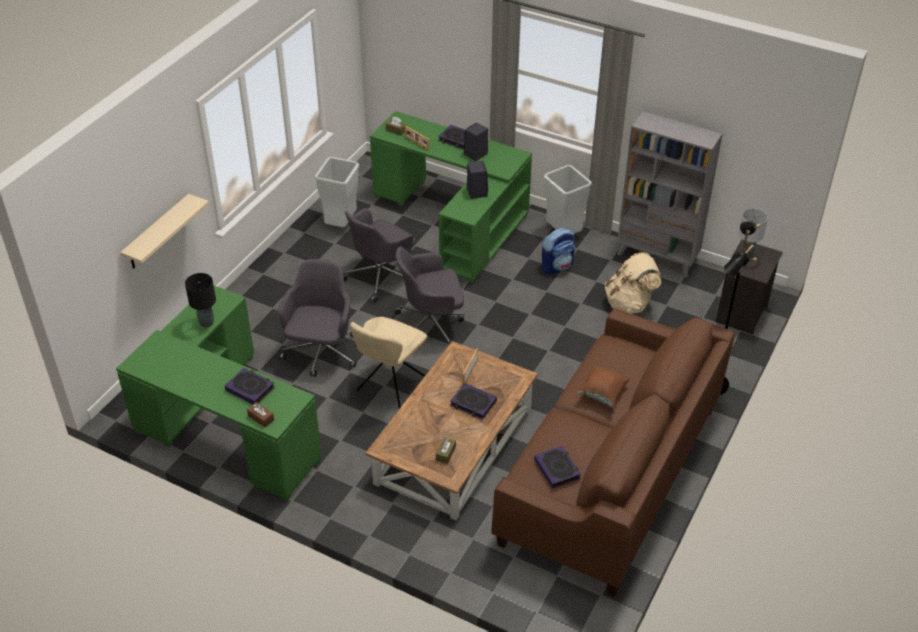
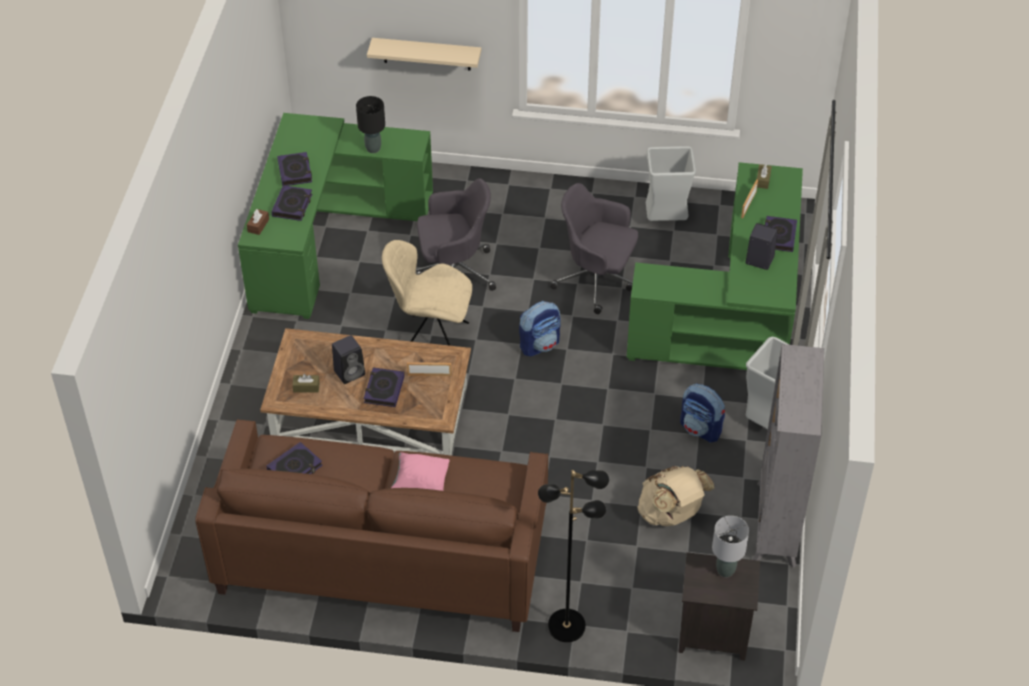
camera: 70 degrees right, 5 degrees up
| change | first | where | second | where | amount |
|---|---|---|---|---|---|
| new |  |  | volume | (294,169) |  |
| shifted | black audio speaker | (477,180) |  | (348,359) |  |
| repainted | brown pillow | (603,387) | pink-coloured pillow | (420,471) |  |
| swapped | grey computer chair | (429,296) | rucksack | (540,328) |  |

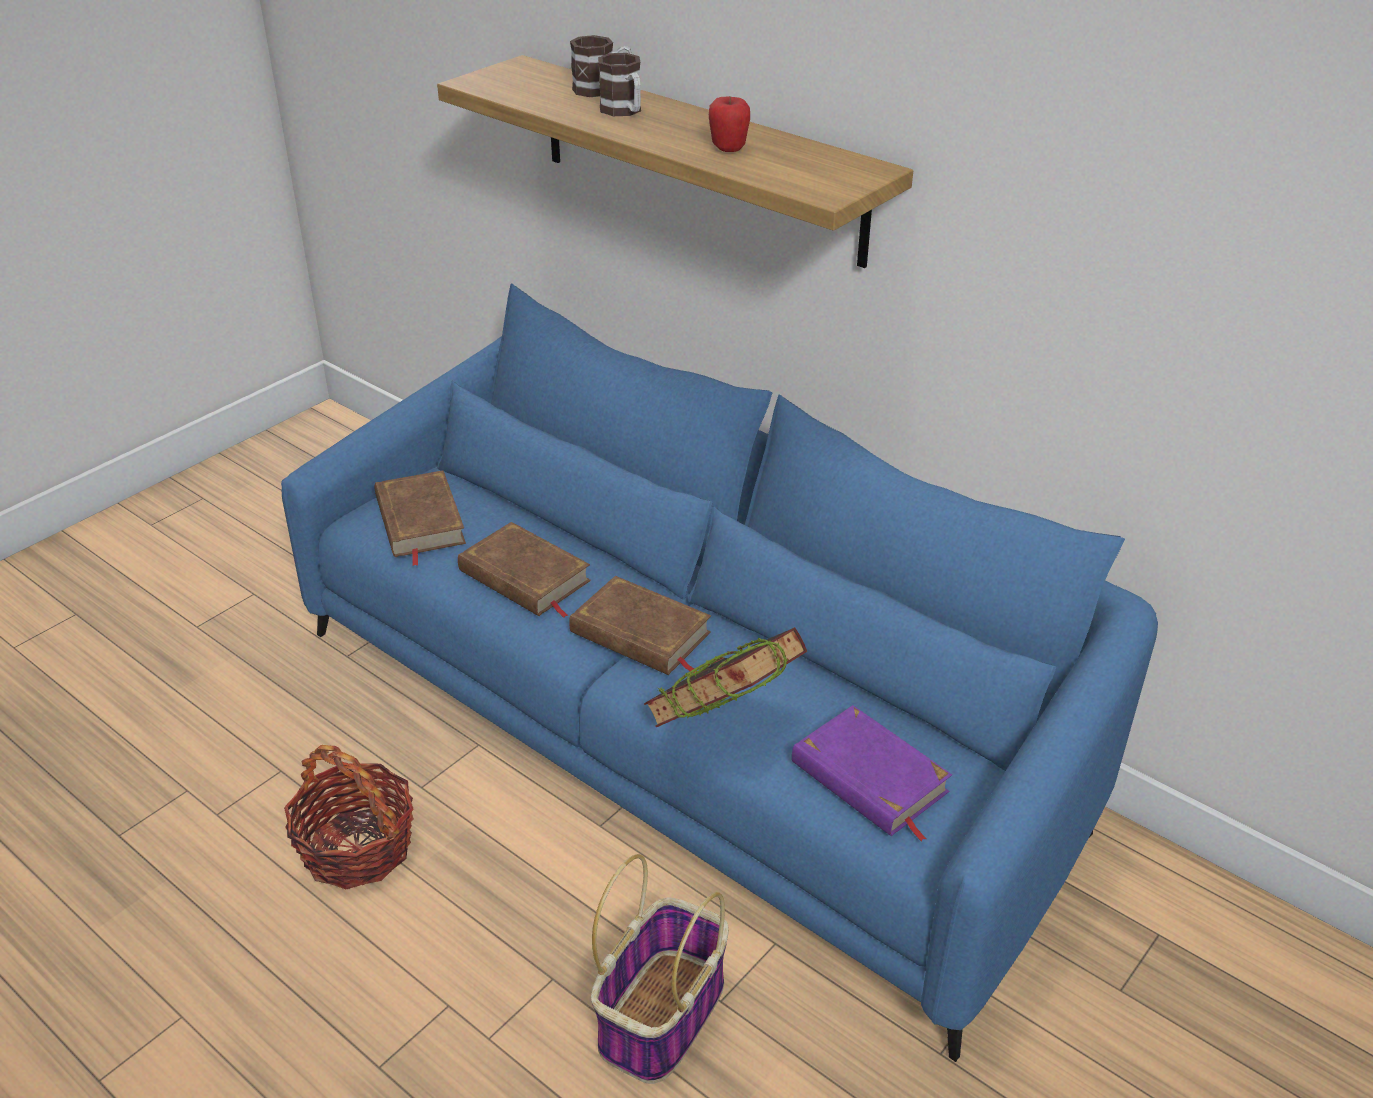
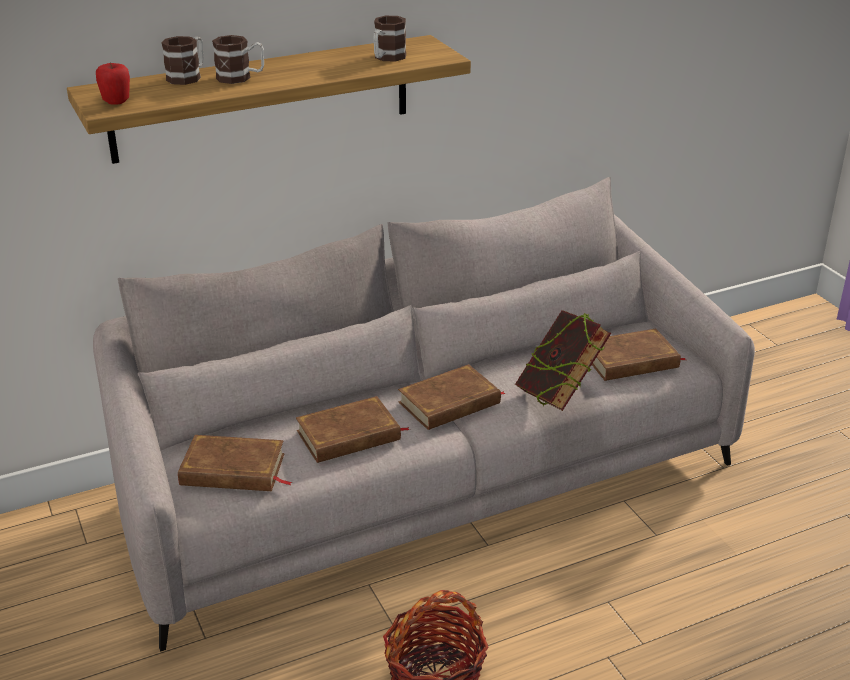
camera: 65 degrees left, 5 degrees down
| change | first | where | second | where | amount |
|---|---|---|---|---|---|
| repainted | bluish sofa | (719,673) | grey sofa | (424,414) |  |
| shifted | whole apple | (729,124) |  | (113,84) |  |
| new |  |  | tea mug | (389,39) |  |
| repainted | purple volume | (872,773) | brown volume | (639,354) |  |
| gone | storage basket | (660,969) |  |  |  |

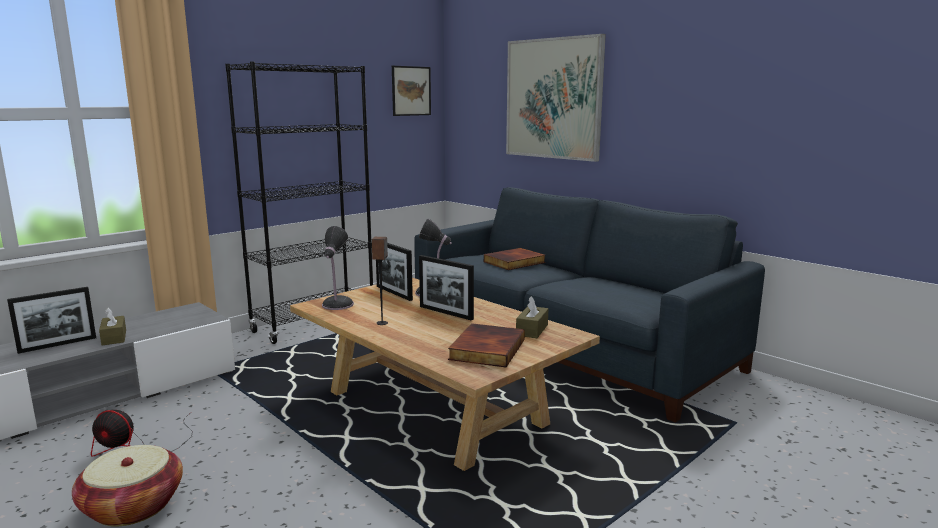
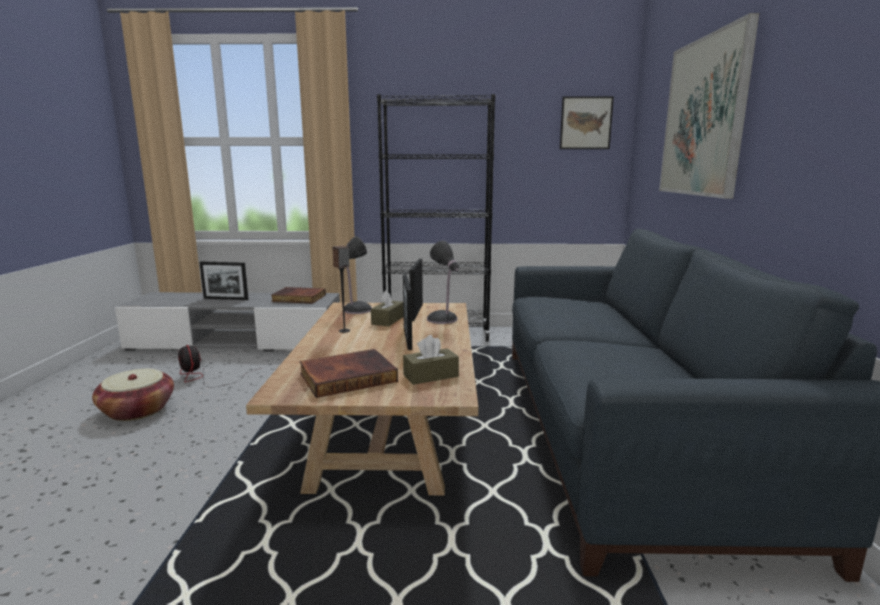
camera: 45 degrees right, 0 degrees up
| change | first | where | second | where | amount |
|---|---|---|---|---|---|
| shifted | volume | (515,259) |  | (298,295) |  |
| shifted | brown tissue holder | (112,326) |  | (387,308) |  |

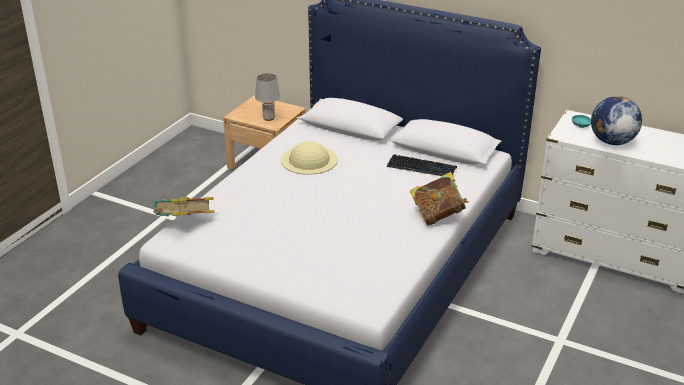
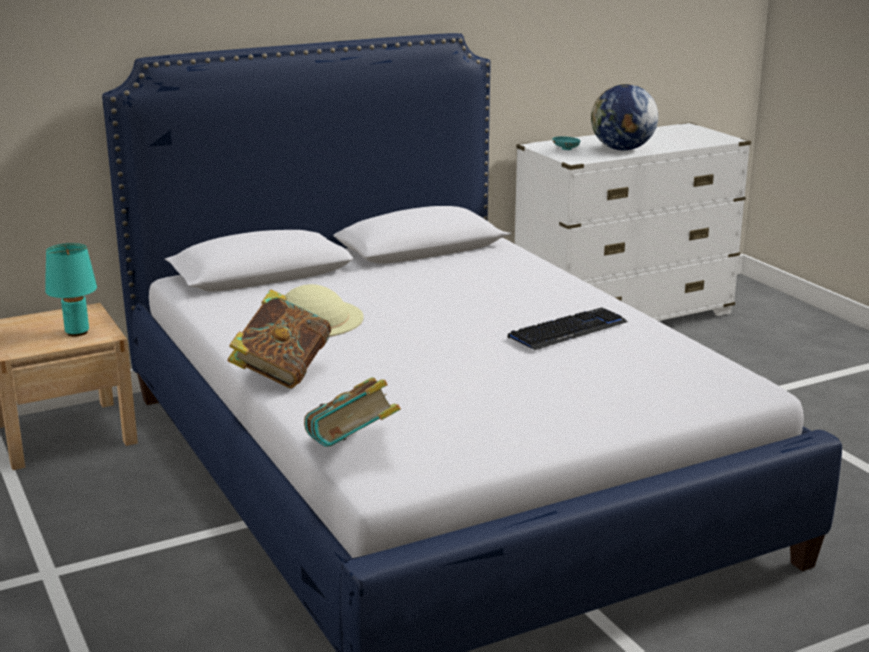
camera: 55 degrees left, 10 degrees down
| change | first | where | second | where | amount |
|---|---|---|---|---|---|
| repainted | grey lamp for a table | (267,97) | turquoise-coloured lamp for a table | (71,289) |  |
| shifted | volume | (439,199) |  | (279,338) |  |
| shifted | PC keyboard | (421,165) |  | (567,329) |  |

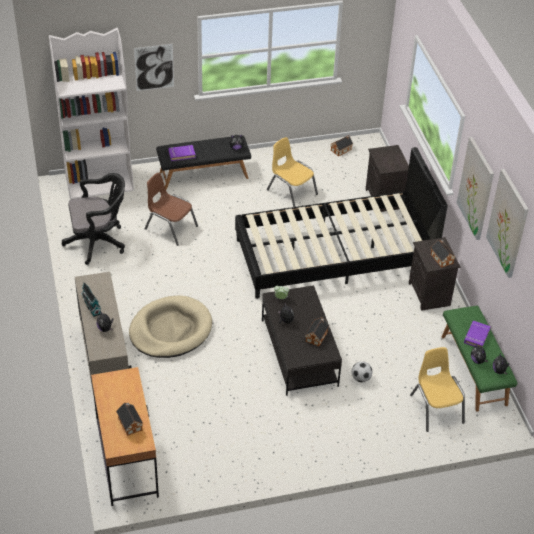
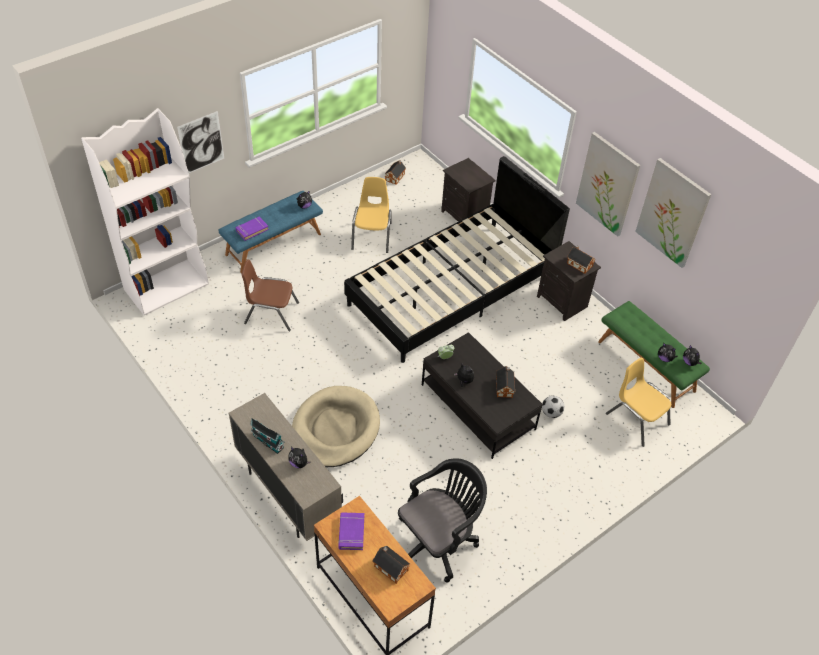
camera: 25 degrees left, 5 degrees up
| change | first | where | second | where | amount |
|---|---|---|---|---|---|
| repainted | black long seat | (203,163) | bluish long seat | (270,232) |  |
| shifted | purple volume | (477,334) |  | (351,531) |  |
| rotated | yellowish plain chair | (292,172) |  | (371,215) | 75 degrees clockwise |
| shifted | black computer chair | (93,219) |  | (442,520) |  |

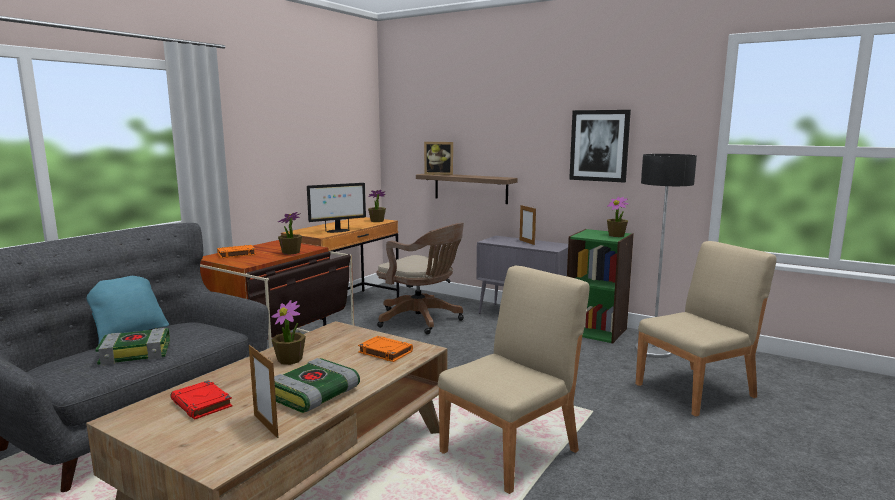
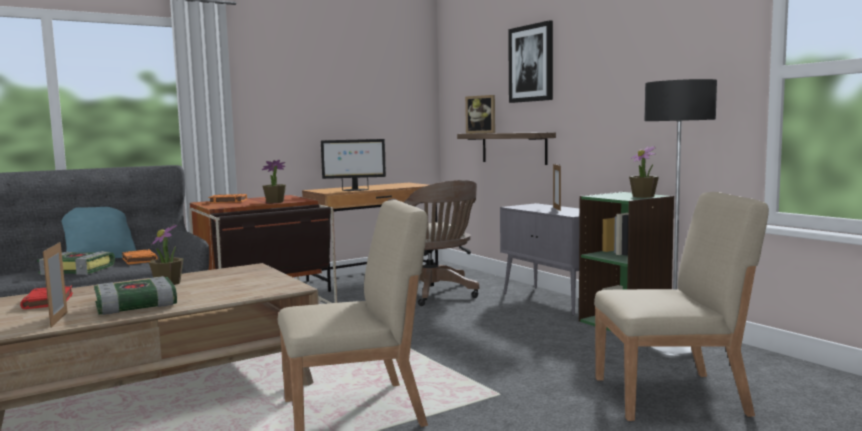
camera: 25 degrees right, 5 degrees down
| change | first | where | second | where | amount |
|---|---|---|---|---|---|
| shifted | orange volume | (385,349) |  | (140,257) |  |
| shifted | wall picture | (600,146) |  | (530,61) |  |
| gone | plant in a pot | (377,206) |  |  |  |

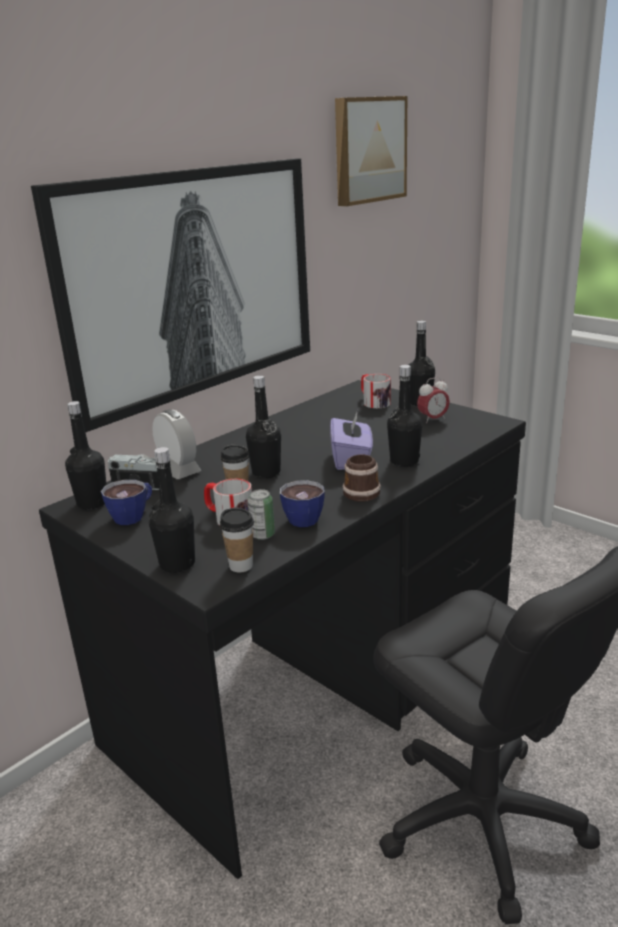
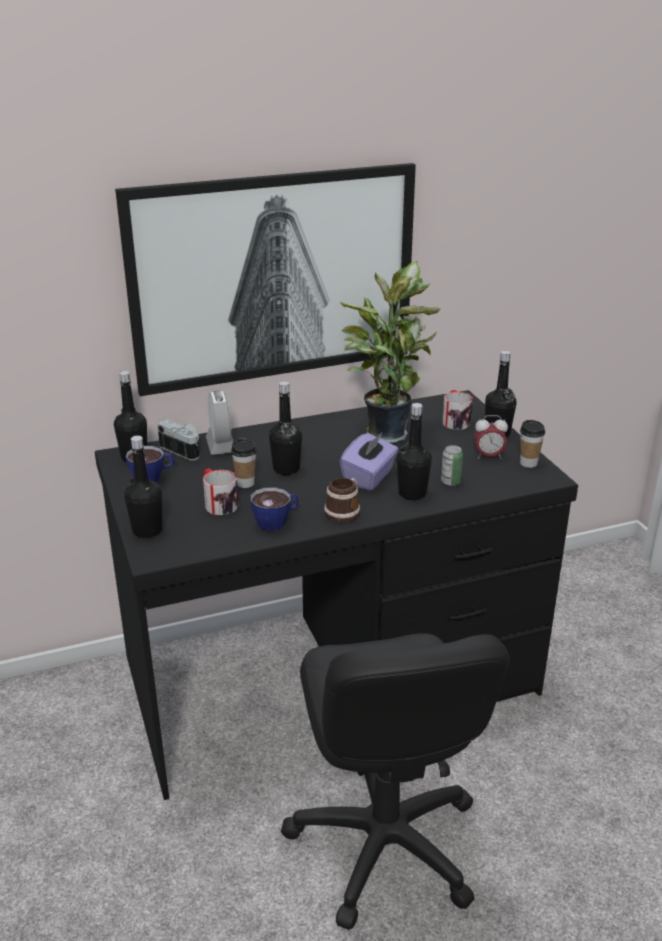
camera: 25 degrees right, 5 degrees up
| change | first | where | second | where | amount |
|---|---|---|---|---|---|
| new |  |  | plant in a pot | (390,352) |  |
| shifted | sealed can | (261,514) |  | (452,465) |  |
| shifted | small cup | (237,540) |  | (532,444) |  |
| gone | wall picture | (371,151) |  |  |  |

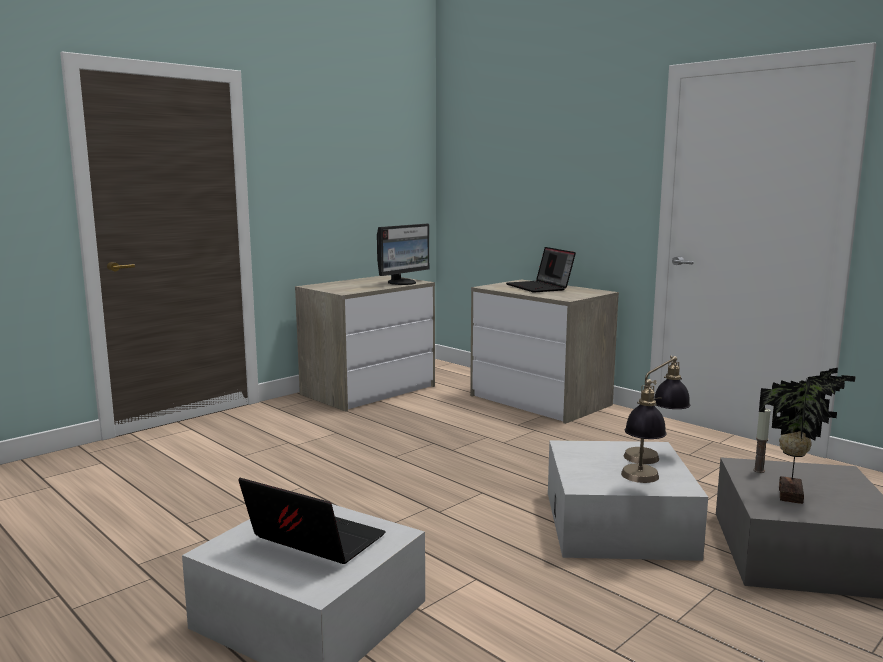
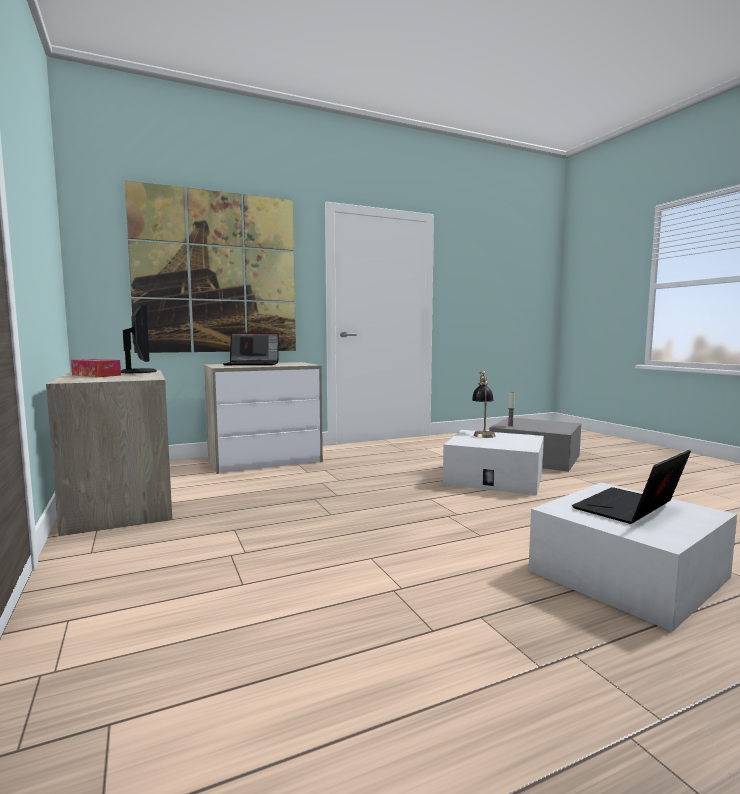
camera: 70 degrees left, 5 degrees down
| change | first | where | second | where | amount |
|---|---|---|---|---|---|
| new |  |  | tissue holder | (96,368) |  |
| new |  |  | wall picture | (210,266) |  |
| gone | lamp for a table | (644,431) |  |  |  |
| gone | plant in a pot | (807,436) |  |  |  |

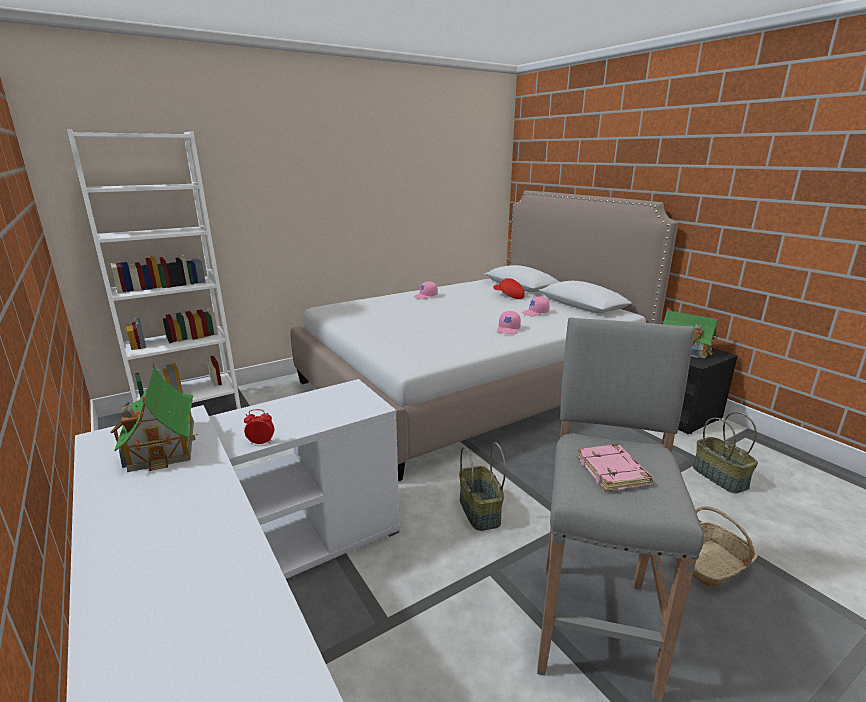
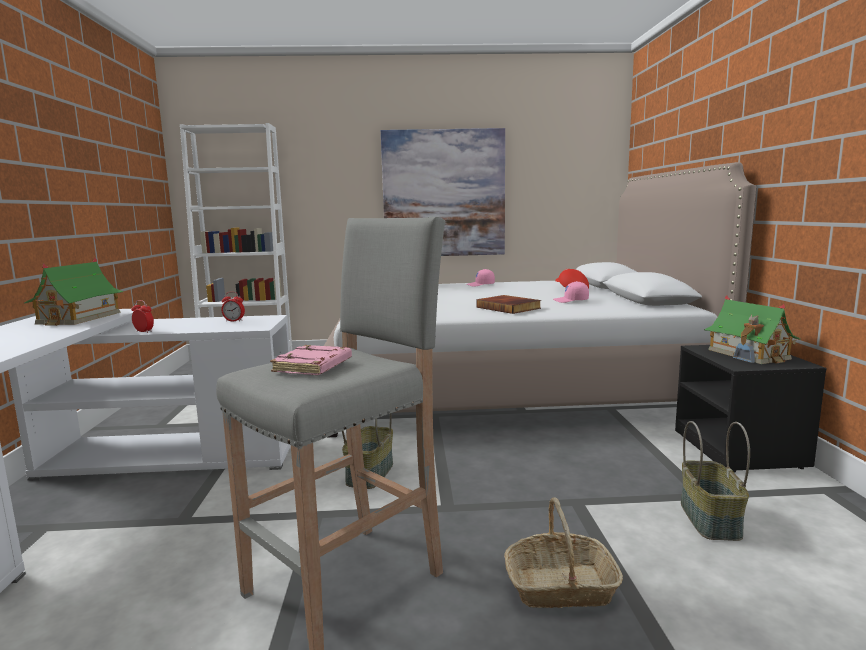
camera: 30 degrees right, 10 degrees down
| change | first | where | second | where | amount |
|---|---|---|---|---|---|
| new |  |  | table clock | (233,307) |  |
| new |  |  | wall picture | (443,192) |  |
| swapped | pink-coloured cap | (509,322) | volume | (508,304) |  |

